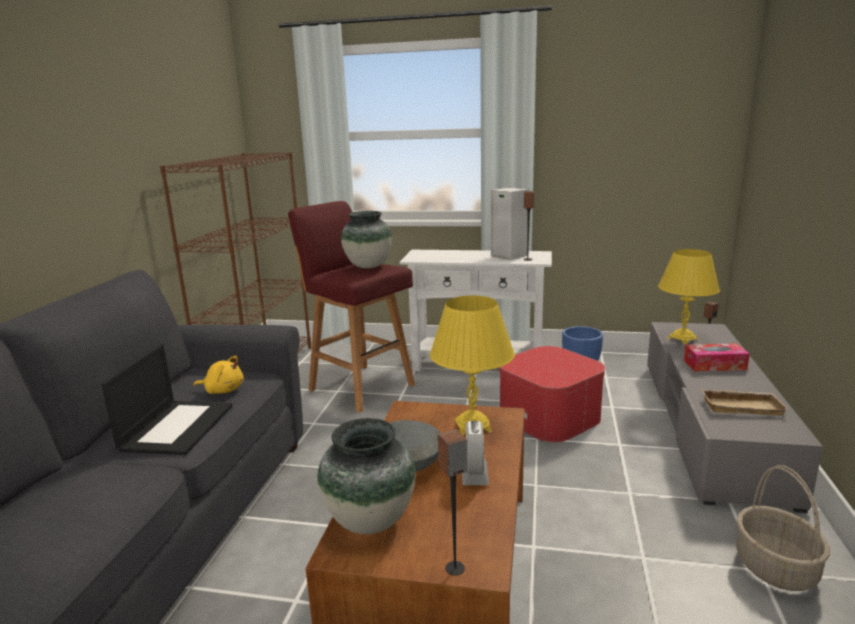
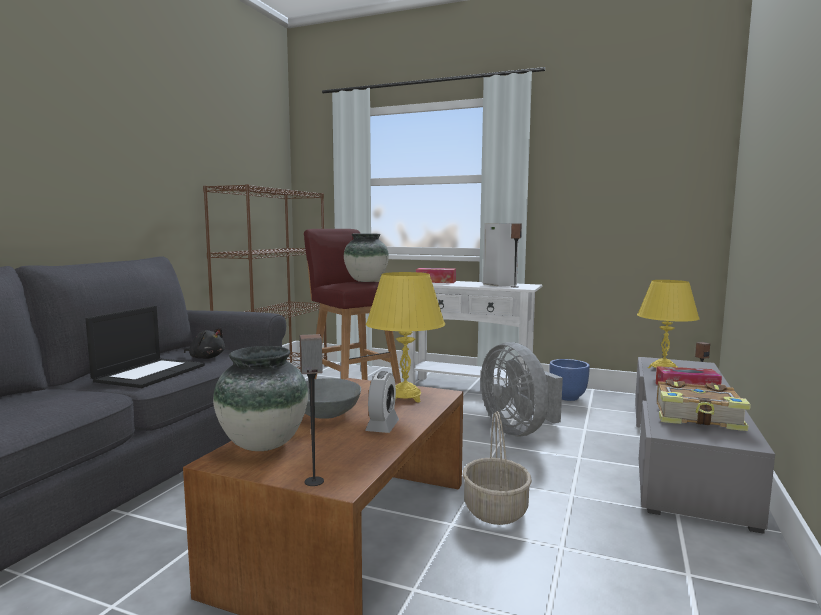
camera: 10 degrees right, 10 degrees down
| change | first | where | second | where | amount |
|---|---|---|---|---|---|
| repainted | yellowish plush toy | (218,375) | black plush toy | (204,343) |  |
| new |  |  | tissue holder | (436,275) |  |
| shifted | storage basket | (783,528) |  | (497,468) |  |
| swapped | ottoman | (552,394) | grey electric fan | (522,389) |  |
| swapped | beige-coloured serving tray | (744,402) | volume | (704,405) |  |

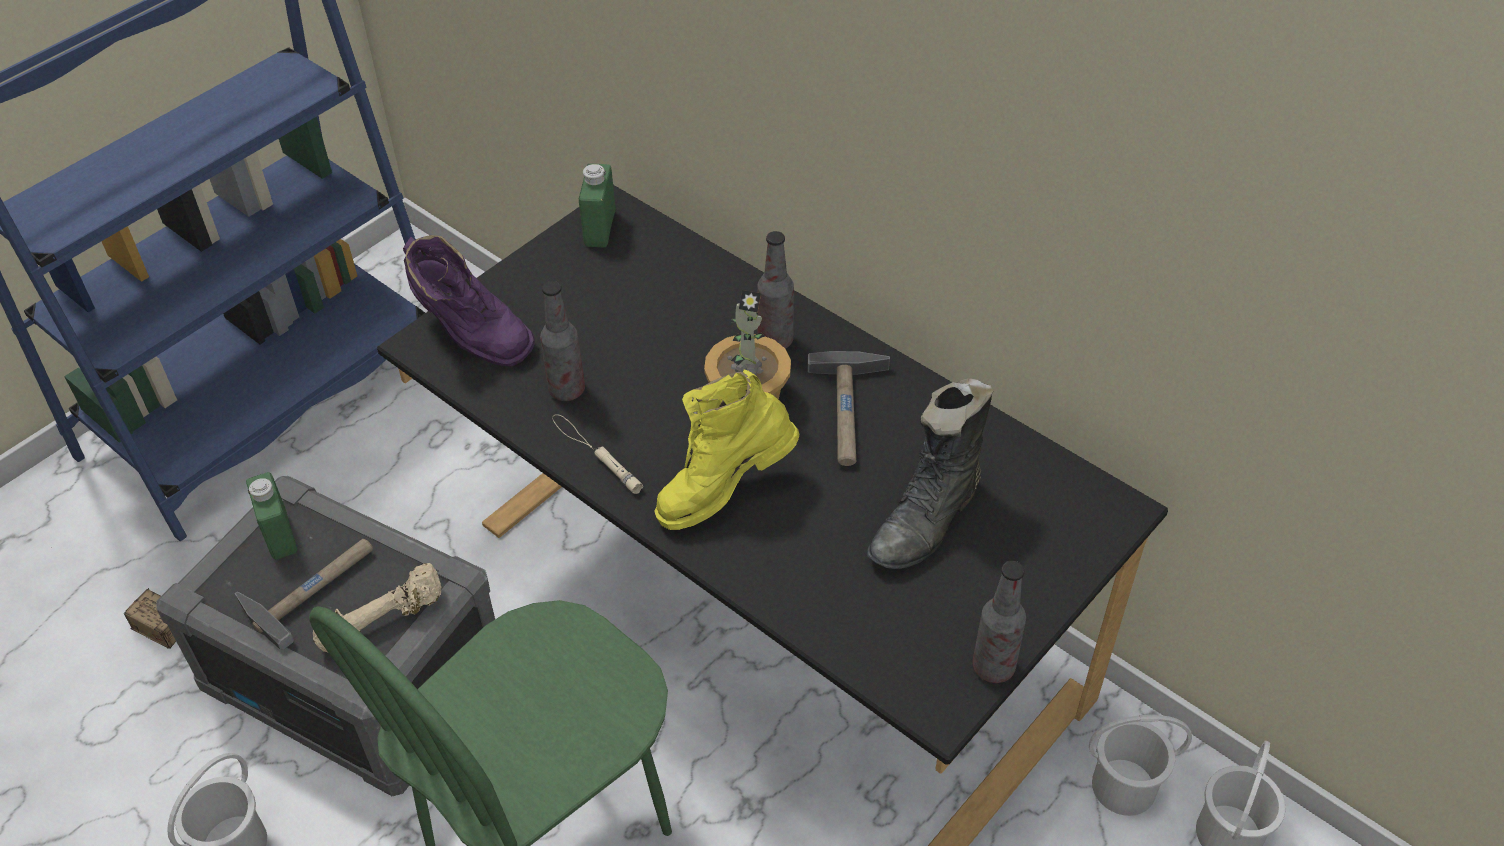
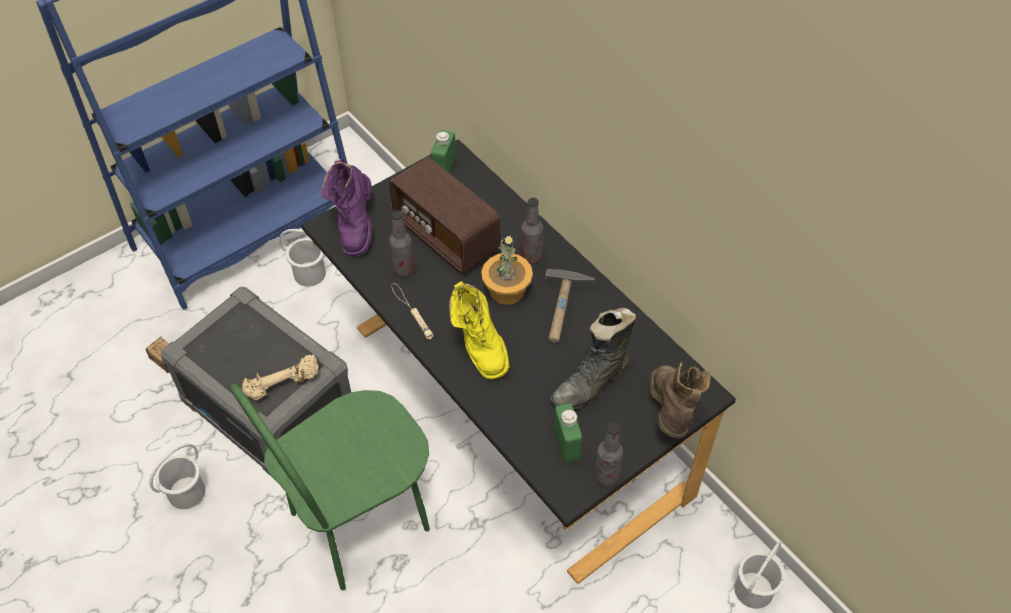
camera: 10 degrees right, 5 degrees up
| change | first | where | second | where | amount |
|---|---|---|---|---|---|
| shifted | white water bucket | (1140,765) |  | (302,258) |  |
| rotated | purple boot | (469,301) |  | (346,207) | 45 degrees clockwise |
| new |  |  | radio set | (444,215) |  |
| rotated | yellowish boot | (726,450) |  | (479,330) | 90 degrees counterclockwise |
| shifted | greenish beverage bottle | (271,515) |  | (567,433) |  |
| new |  |  | brown boot | (680,400) |  |
| gone | hammer | (304,594) |  |  |  |

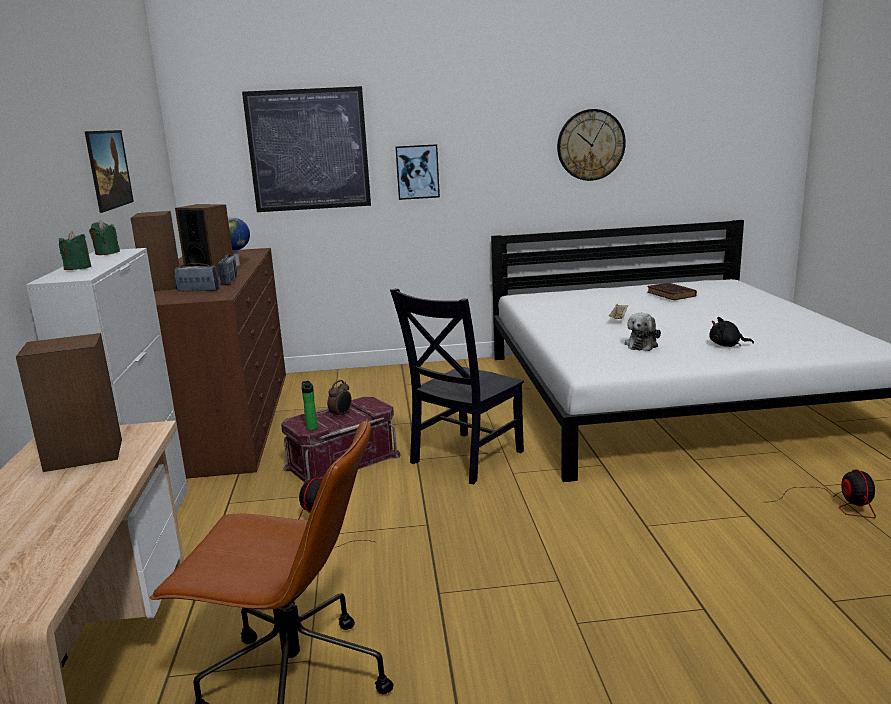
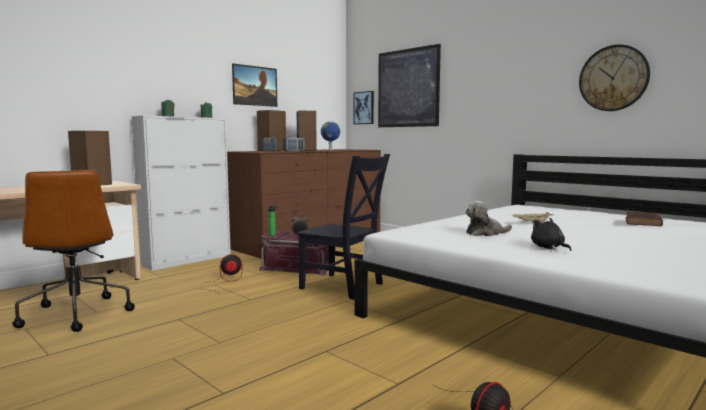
camera: 50 degrees right, 10 degrees down
| change | first | where | second | where | amount |
|---|---|---|---|---|---|
| rotated | black plain chair | (457,386) |  | (343,227) | 150 degrees counterclockwise |
| shifted | wall picture | (417,172) |  | (363,107) |  |

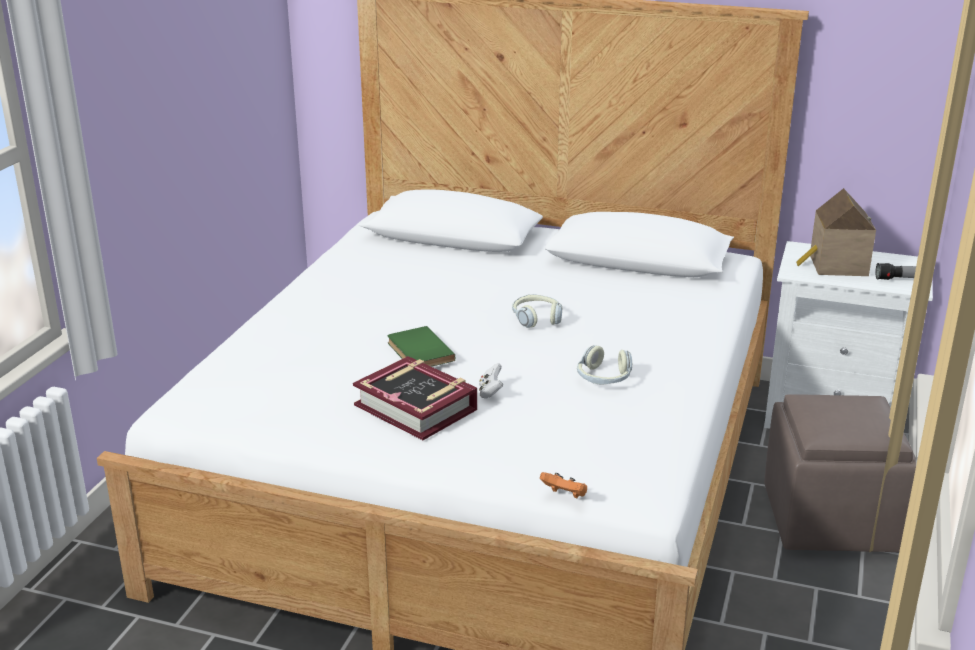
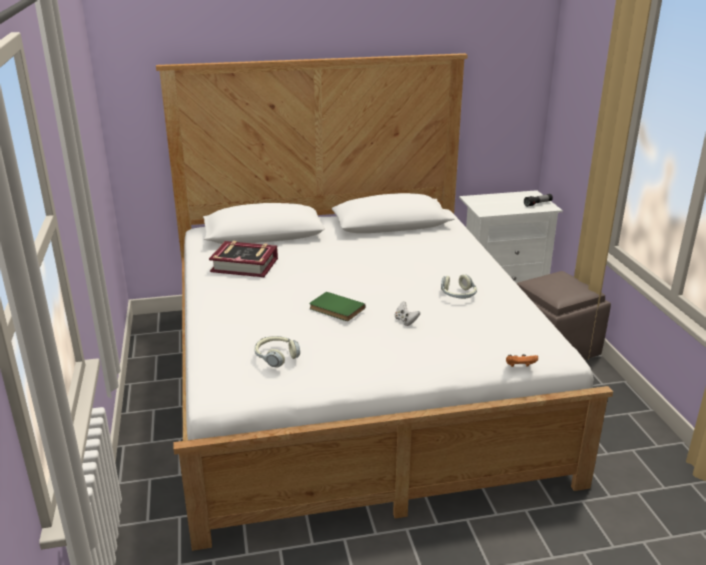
camera: 30 degrees left, 0 degrees up
| change | first | where | second | where | amount |
|---|---|---|---|---|---|
| shifted | volume | (415,398) |  | (243,259) |  |
| shifted | pair of headphones | (537,311) |  | (277,352) |  |
| gone | miniature house | (836,232) |  |  |  |

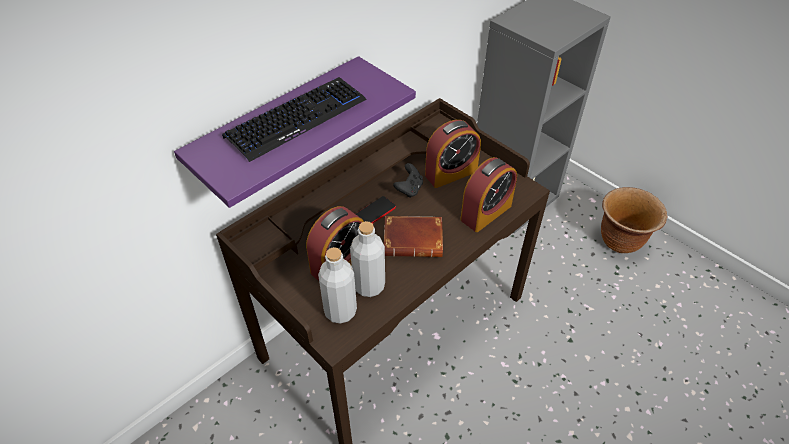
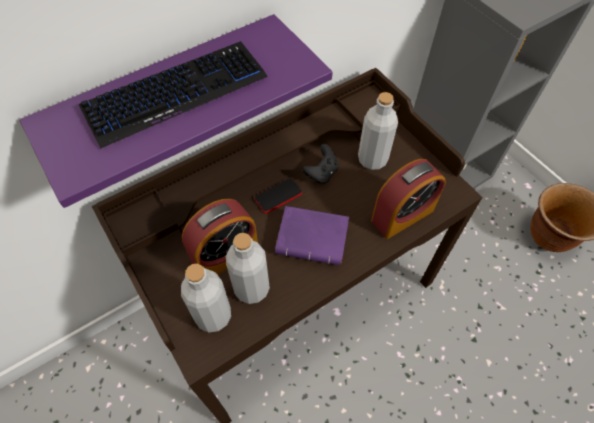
camera: 10 degrees right, 10 degrees up
| change | first | where | second | where | amount |
|---|---|---|---|---|---|
| repainted | brown volume | (413,236) | purple volume | (312,236) |  |
| swapped | table clock | (453,154) | grey beverage bottle | (378,131) |  |

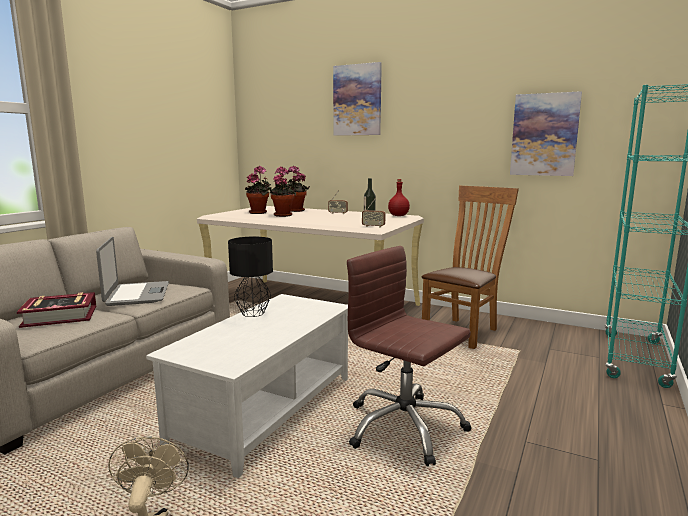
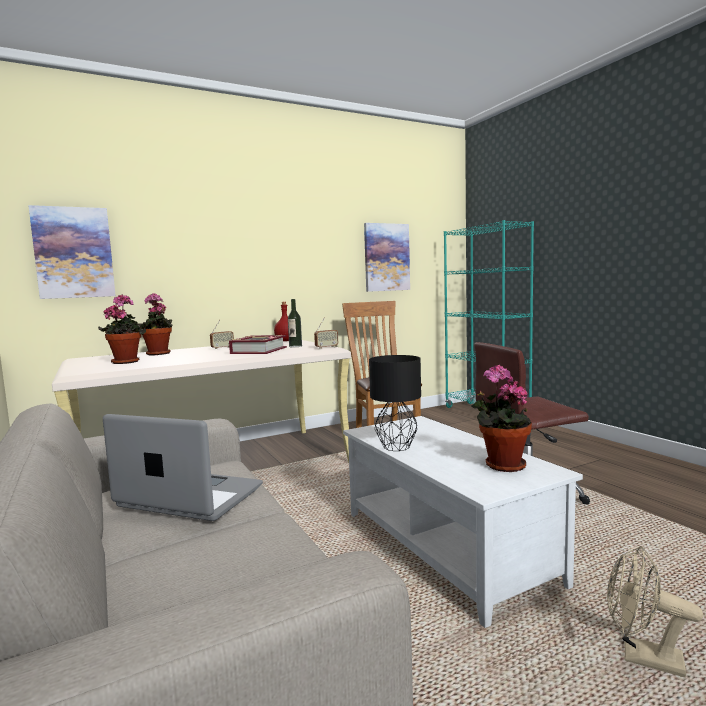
camera: 55 degrees left, 5 degrees down
| change | first | where | second | where | amount |
|---|---|---|---|---|---|
| shifted | wall picture | (357,99) |  | (72,252) |  |
| shifted | volume | (56,310) |  | (258,344) |  |
| shifted | plant in a pot | (283,192) |  | (501,418) |  |

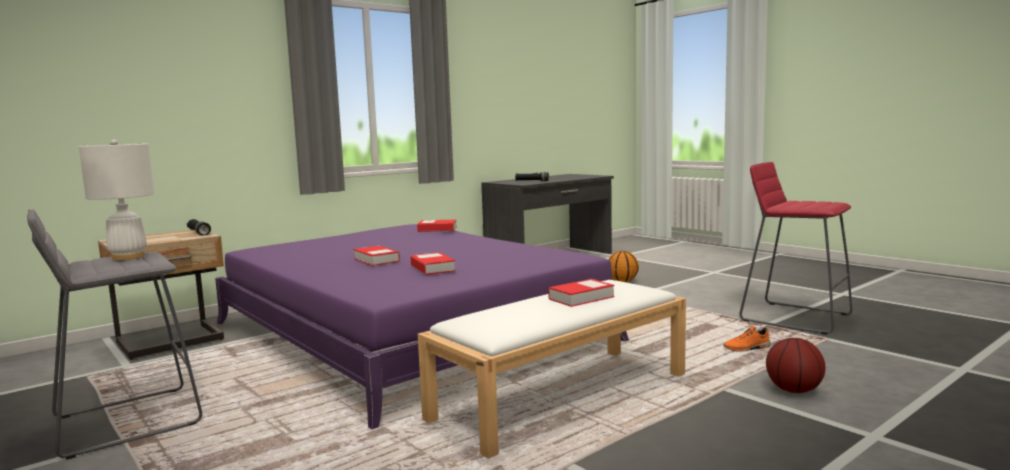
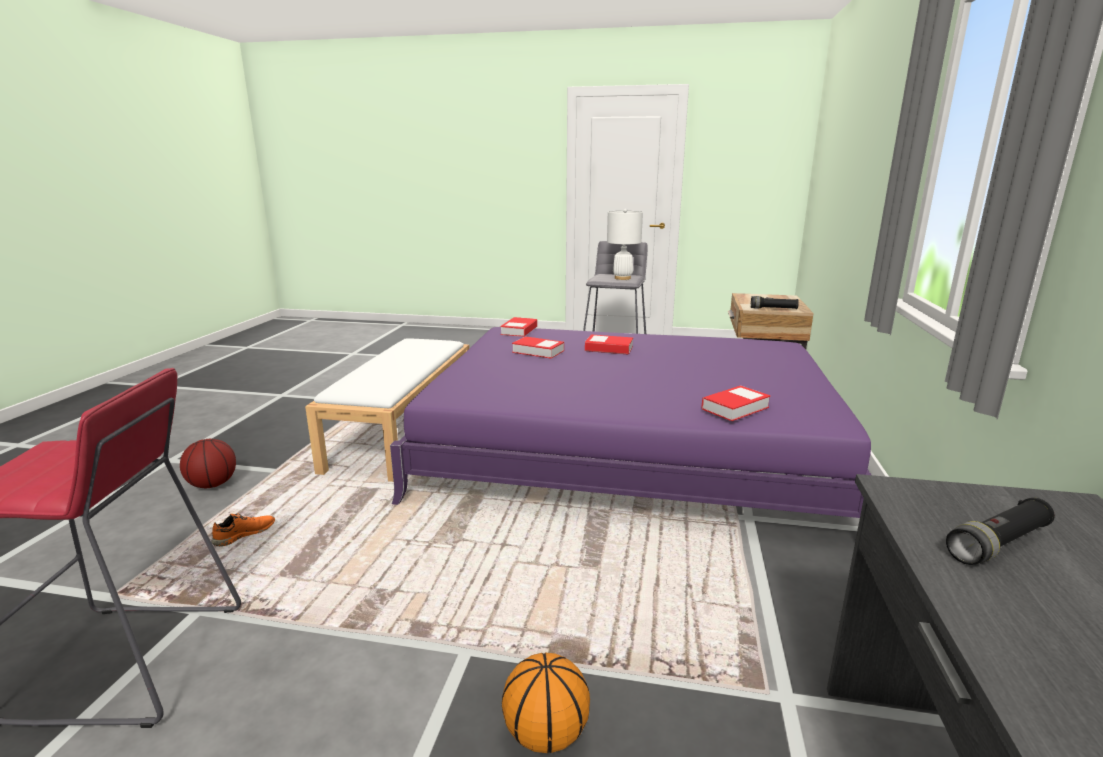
camera: 140 degrees right, 10 degrees up
| change | first | where | second | where | amount |
|---|---|---|---|---|---|
| shifted | volume | (581,293) |  | (518,327) |  |

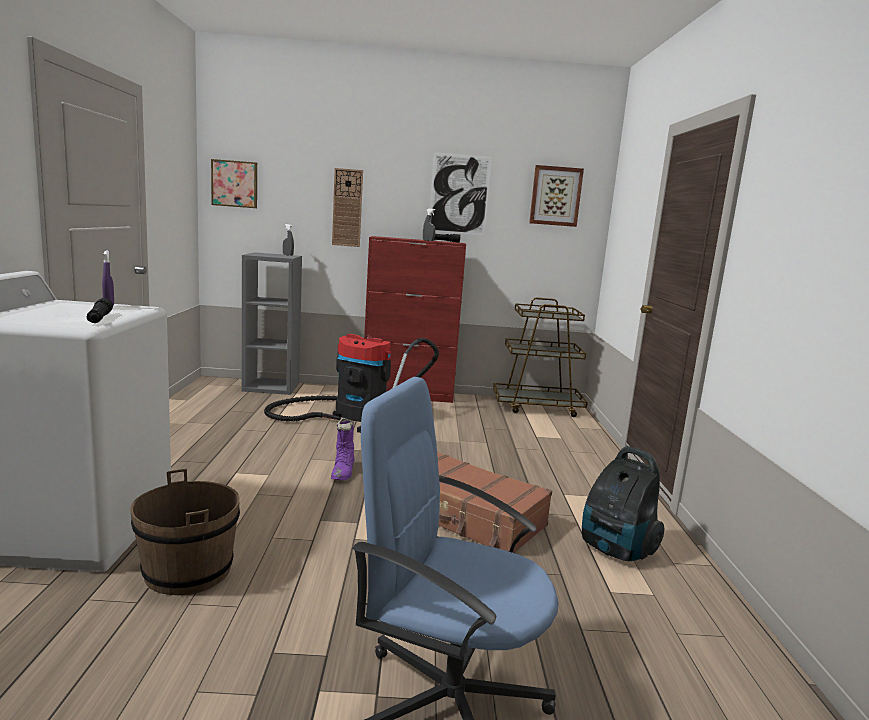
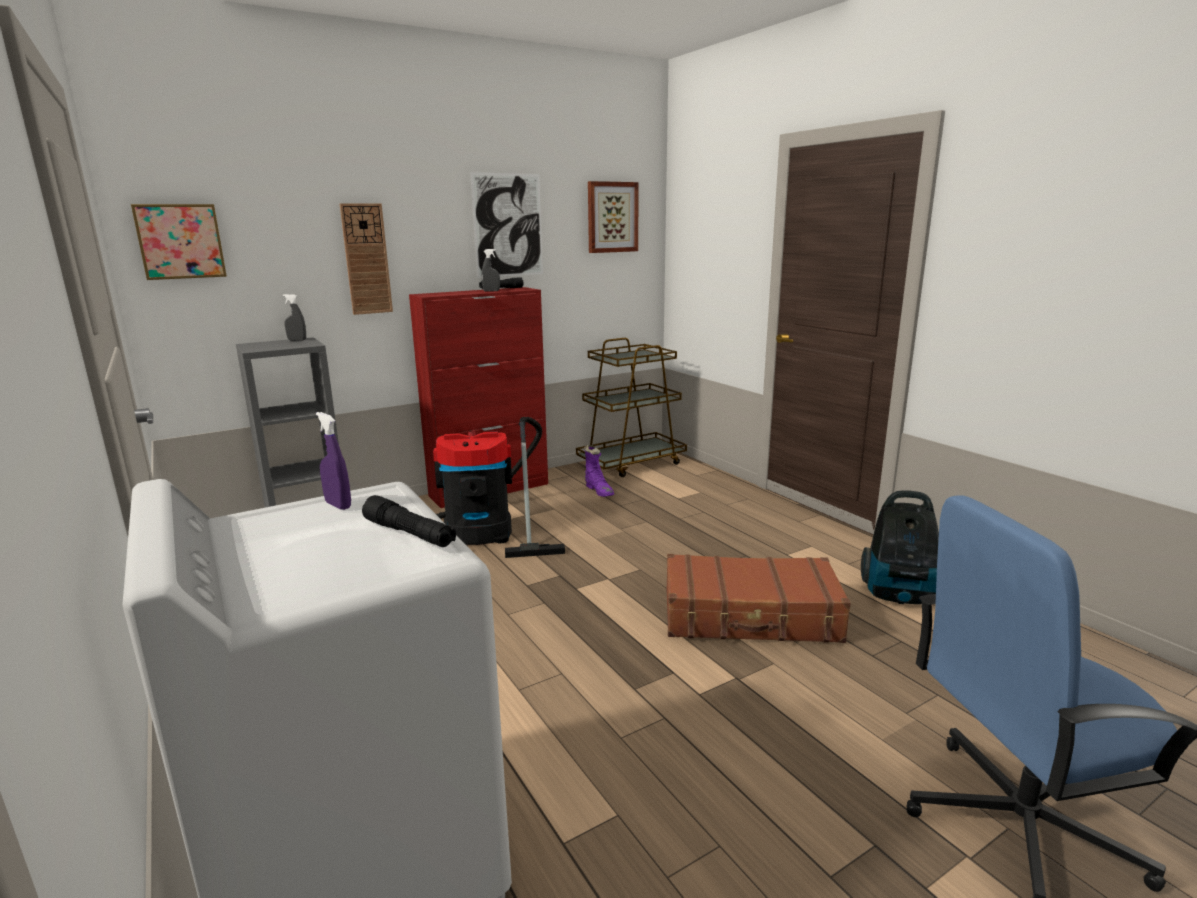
camera: 30 degrees left, 5 degrees up
| change | first | where | second | where | amount |
|---|---|---|---|---|---|
| shifted | purple boot | (343,449) |  | (599,471) |  |
| gone | brown water bucket | (185,532) |  |  |  |

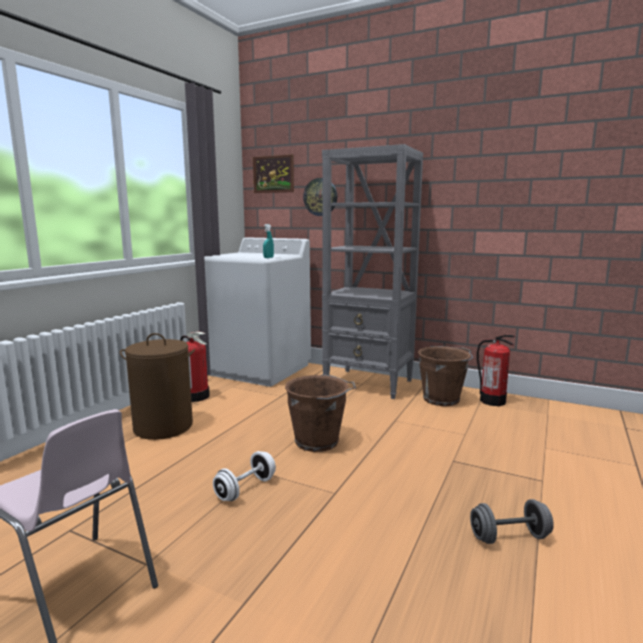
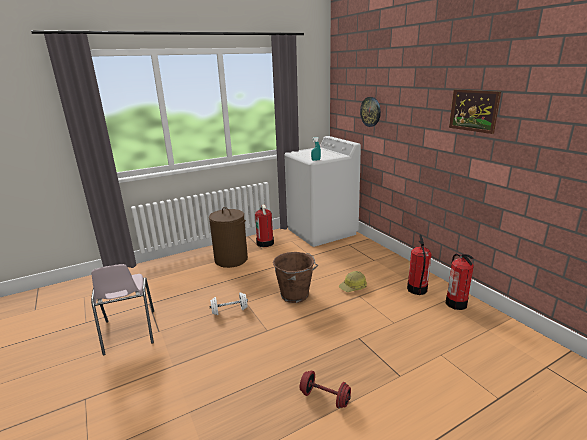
camera: 35 degrees right, 10 degrees up
| change | first | where | second | where | amount |
|---|---|---|---|---|---|
| repainted | grey hand weight | (512,521) | reddish hand weight | (325,389) |  |
| new |  |  | work helmet | (353,281) |  |
| swapped | brown water bucket | (445,376) | fire extinguisher | (419,264) |  |
| shifted | wall picture | (273,173) |  | (475,111) |  |
| gone | grey bookshelf | (372,271) |  |  |  |

